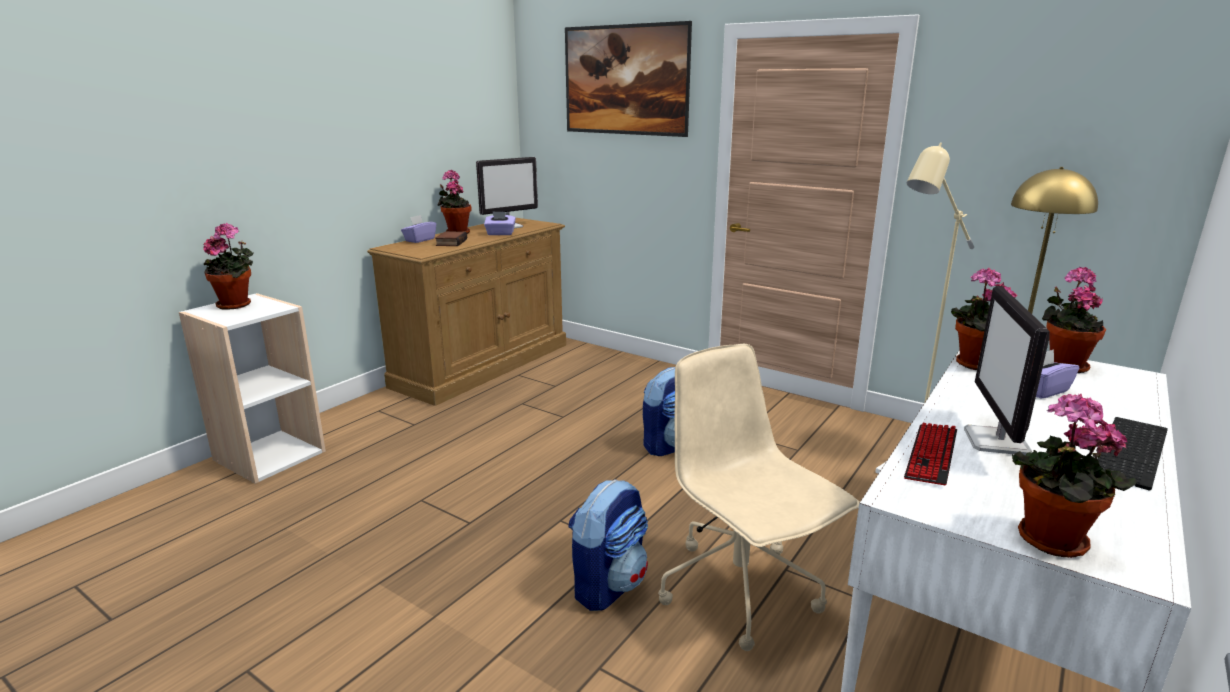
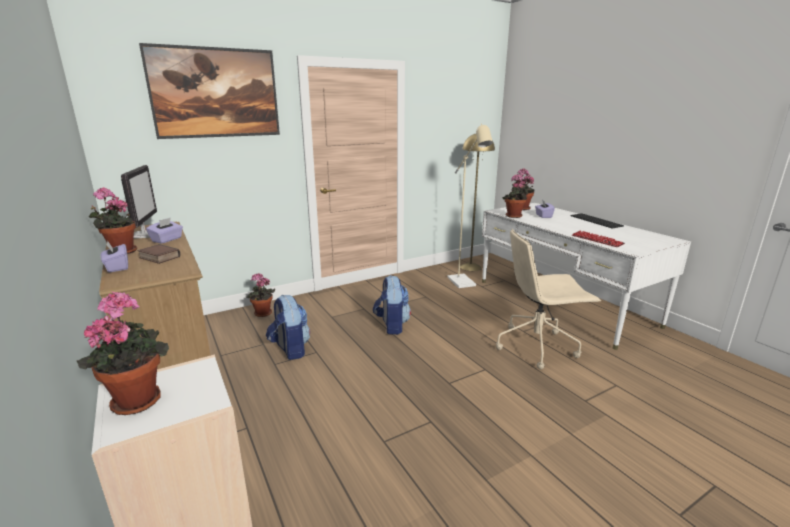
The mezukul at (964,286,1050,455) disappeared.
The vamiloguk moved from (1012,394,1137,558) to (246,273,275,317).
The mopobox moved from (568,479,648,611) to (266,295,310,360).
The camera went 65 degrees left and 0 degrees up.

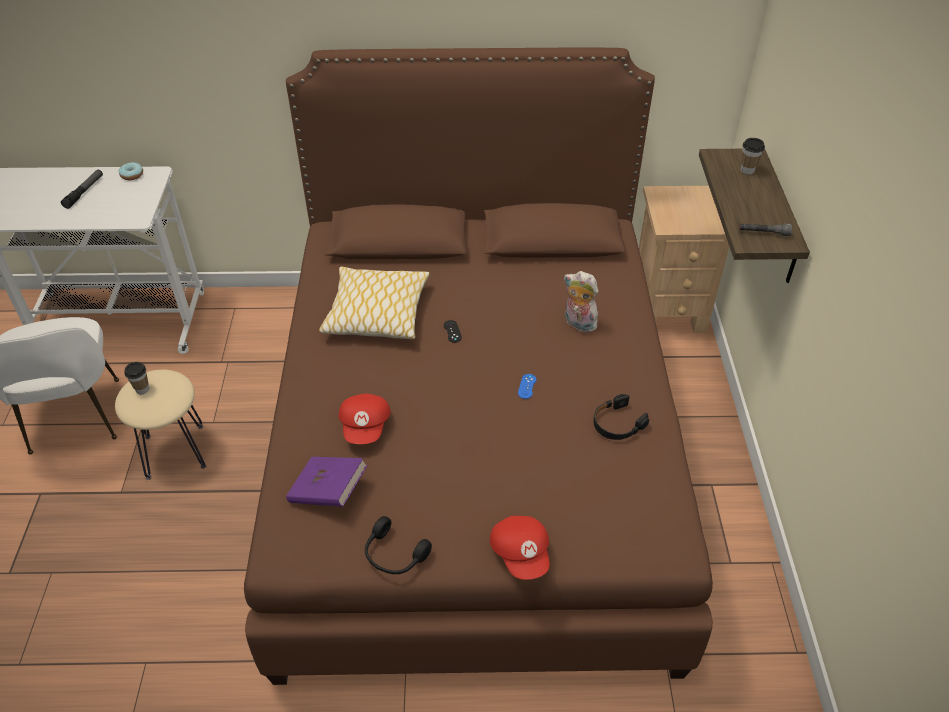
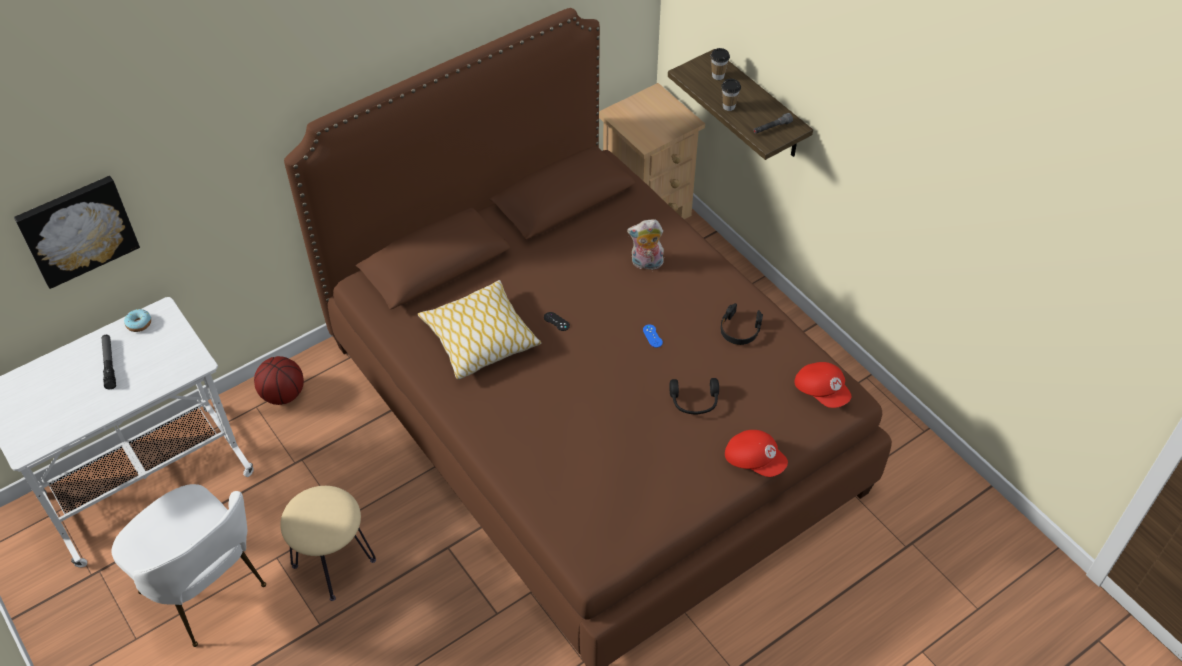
The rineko moved from (124,362,149,394) to (721,79,741,111).
The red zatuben moved from (338,394,391,444) to (794,362,852,408).
The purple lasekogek at (286,457,368,507) disappeared.
The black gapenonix moved from (365,516,432,574) to (669,378,719,415).
The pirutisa at (14,176,140,289) appeared.
The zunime at (254,356,304,405) appeared.
The camera went 35 degrees left and 5 degrees up.

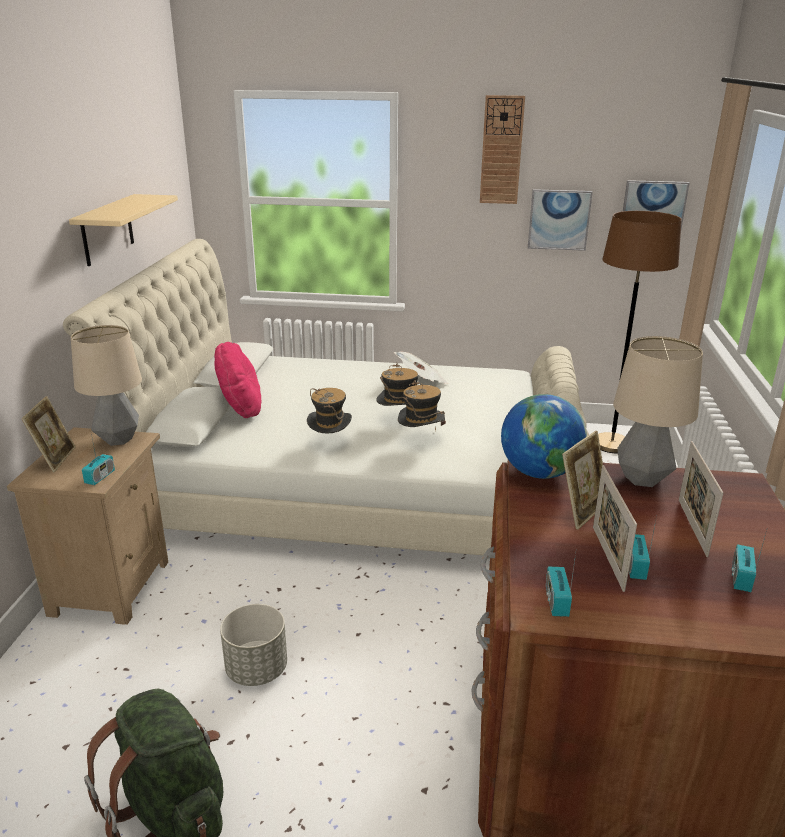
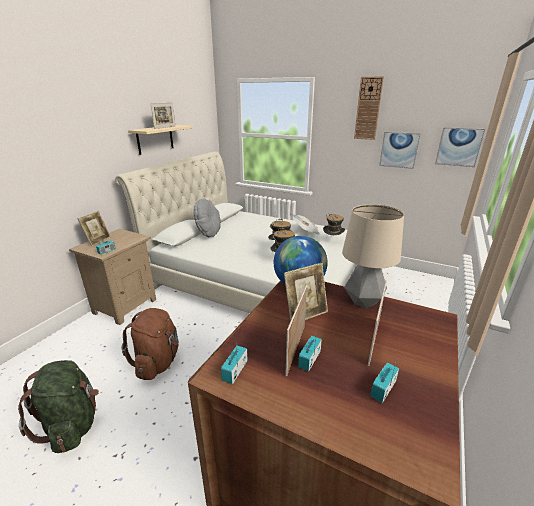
The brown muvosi at (598,211,682,453) disappeared.
The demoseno at (71,325,142,446) disappeared.
The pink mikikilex at (214,342,261,418) became the grey mikikilex at (194,199,221,237).
The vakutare moved from (307,388,352,433) to (323,213,345,235).
The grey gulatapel at (220,604,287,686) was replaced by the brown mopobox at (121,308,179,380).
The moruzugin at (150,102,175,129) appeared.
The camera went 20 degrees right and 0 degrees up.

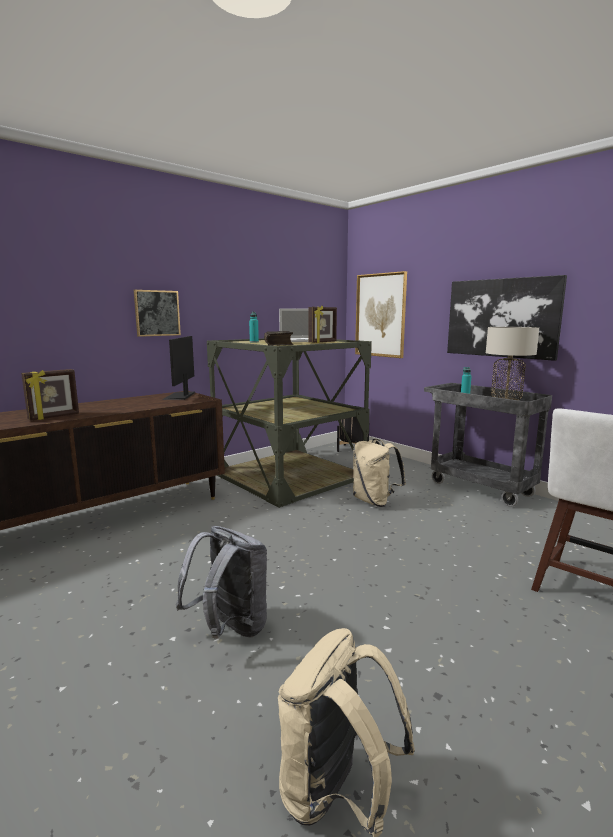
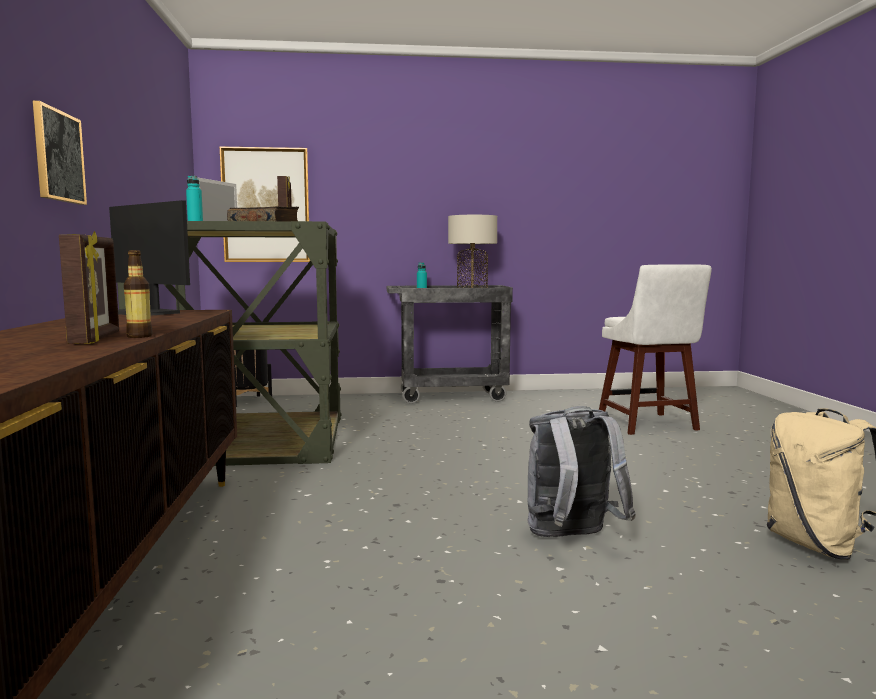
The pirutisa at (447,275,567,361) disappeared.
The beige mopobox at (353,439,406,507) disappeared.
The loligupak at (124,250,153,338) appeared.
The camera went 55 degrees left and 5 degrees down.

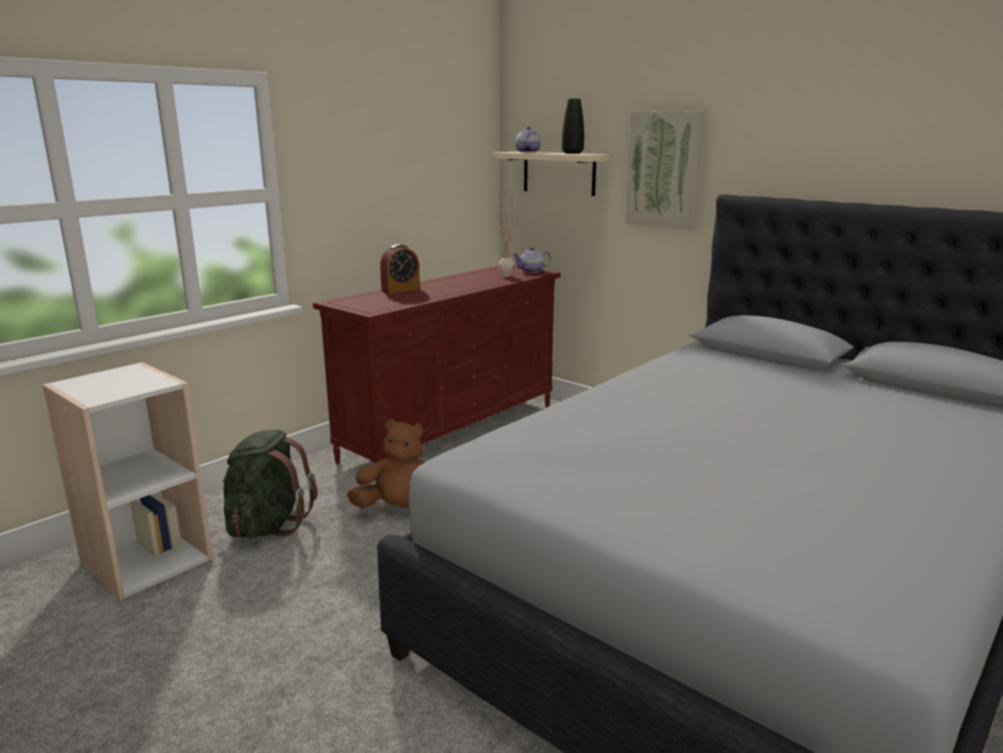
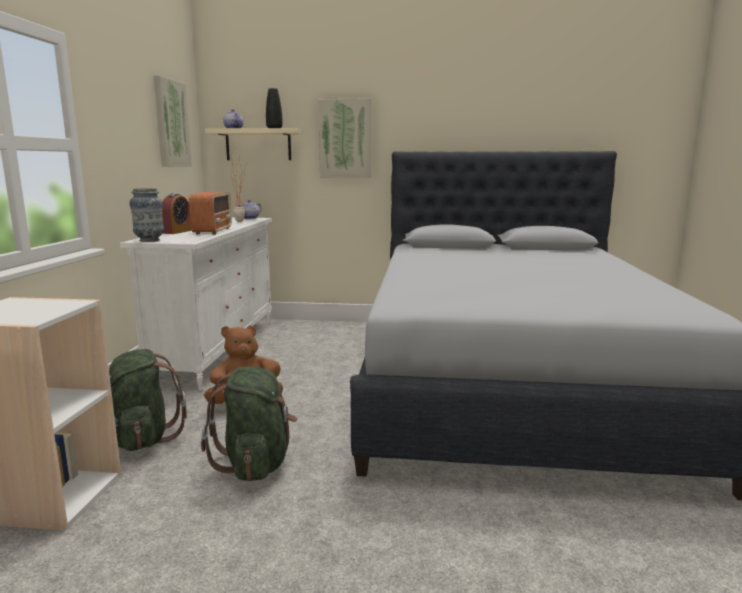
The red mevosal at (313,265,561,482) became the white mevosal at (120,217,272,391).
The pirutisa at (154,75,192,167) appeared.
The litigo at (129,188,164,242) appeared.
The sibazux at (189,192,232,234) appeared.
The green mopobox at (201,366,297,481) appeared.
The camera went 35 degrees left and 5 degrees down.

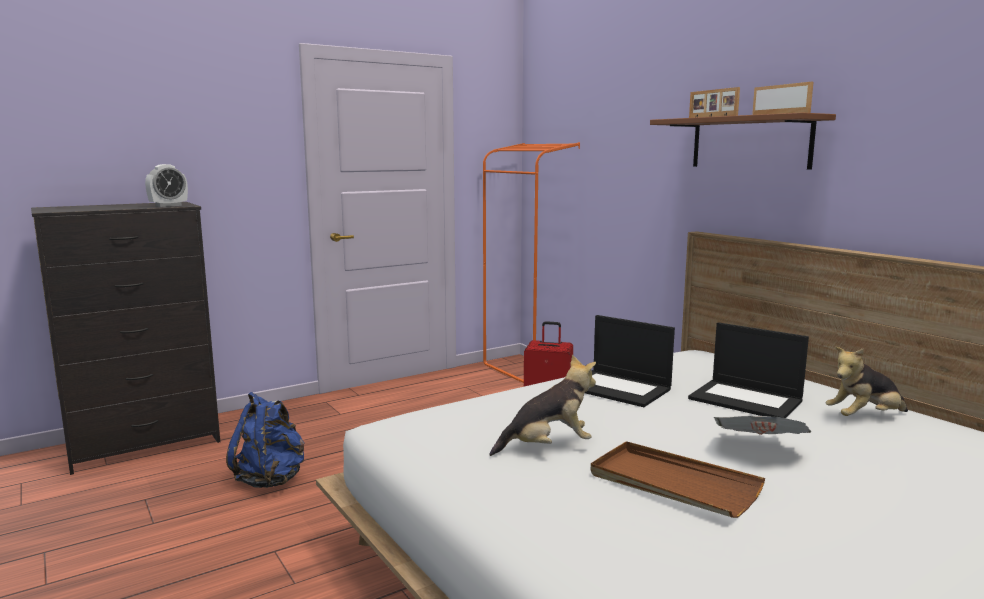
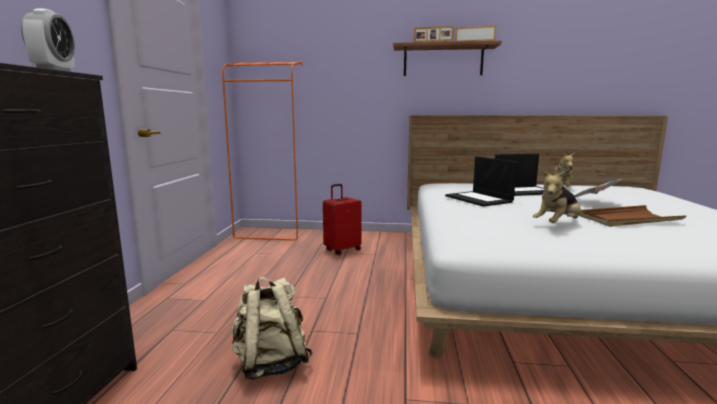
The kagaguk at (585,315,675,407) turned 75 degrees clockwise.
The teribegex at (490,355,596,456) turned 150 degrees counterclockwise.
The blue mopobox at (226,392,305,488) became the beige mopobox at (232,277,313,380).
The camera went 50 degrees left and 0 degrees up.

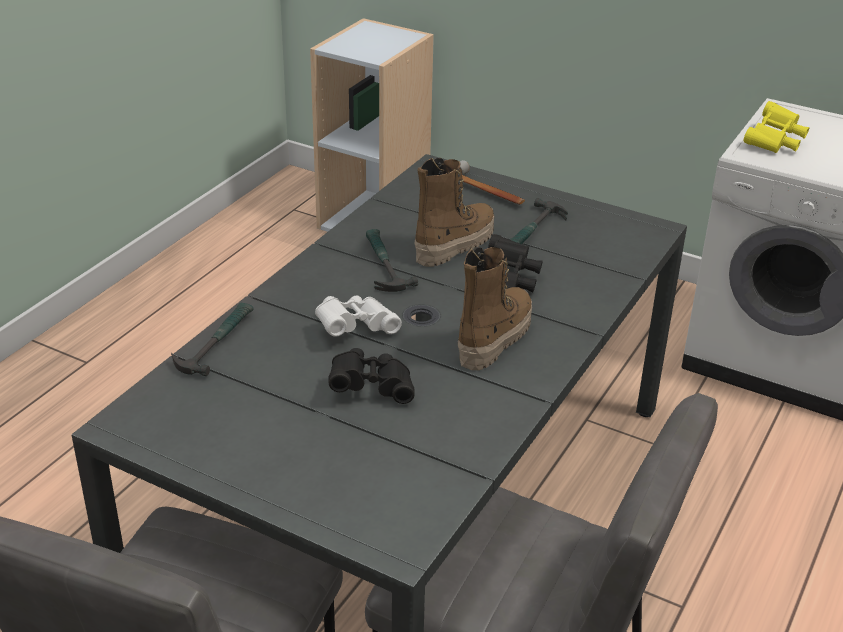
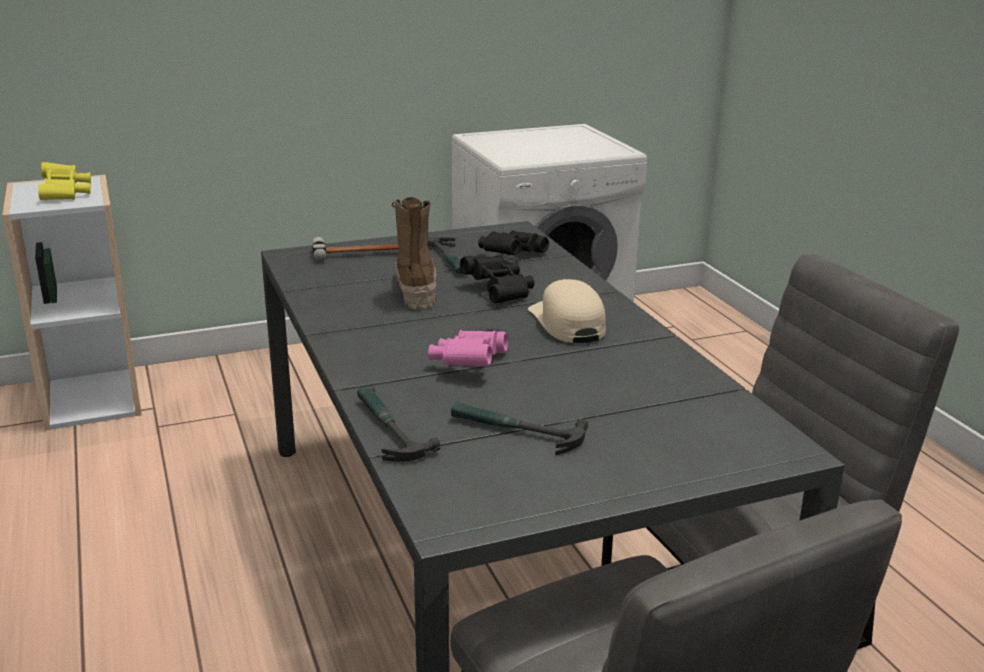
The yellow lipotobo moved from (743,101,809,153) to (38,162,91,200).
The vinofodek moved from (366,229,418,292) to (451,401,588,455).
The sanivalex at (458,247,532,370) was replaced by the beige zatuben at (528,279,606,343).
The white lipotobo at (315,295,402,337) became the pink lipotobo at (428,330,508,367).
The black lipotobo moved from (328,348,415,404) to (478,231,549,255).
The camera went 50 degrees left and 10 degrees down.

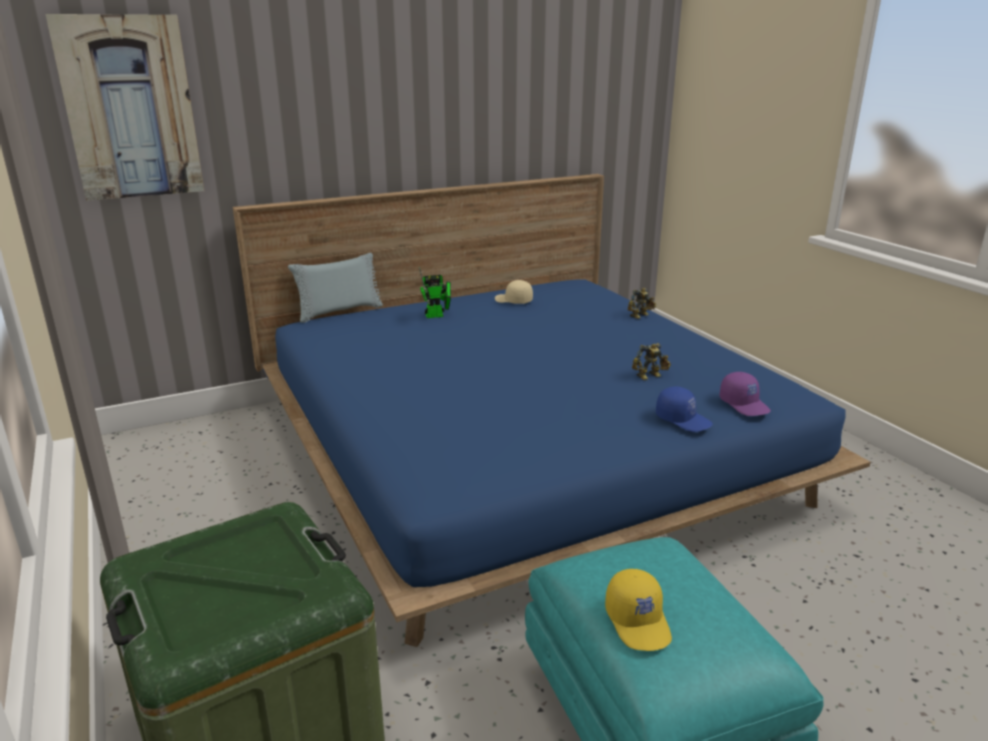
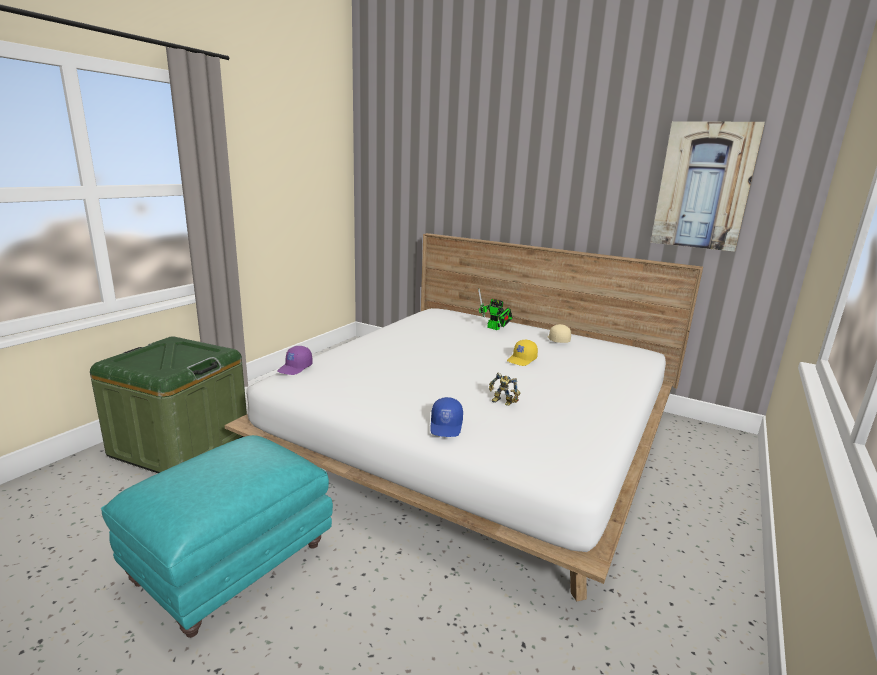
The pirutisa moved from (45,14,204,201) to (651,121,765,252).
The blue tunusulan at (233,174,871,647) became the white tunusulan at (225,233,703,601).
The blue mikikilex at (288,253,383,323) disappeared.
The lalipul at (627,288,656,319) disappeared.
The purple zatuben moved from (720,372,771,416) to (277,346,313,375).
The yellow zatuben moved from (605,569,672,651) to (507,340,538,366).
The camera went 55 degrees right and 5 degrees down.

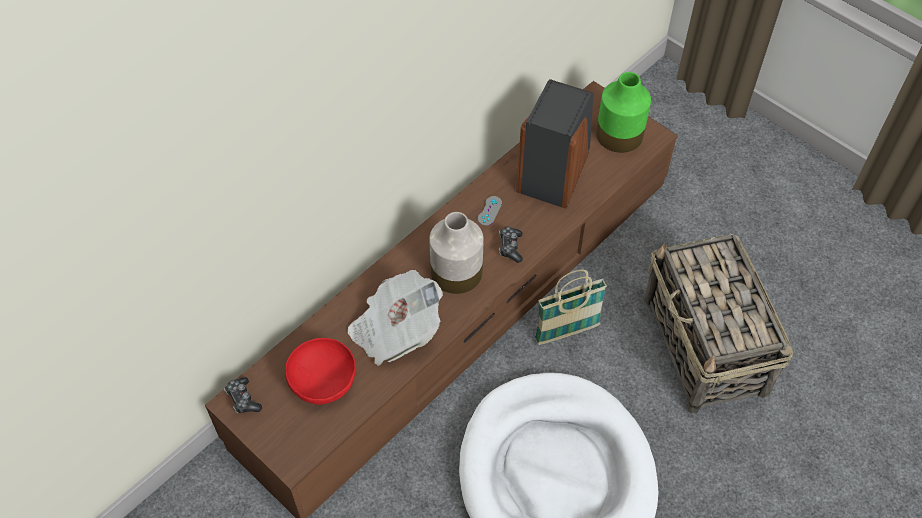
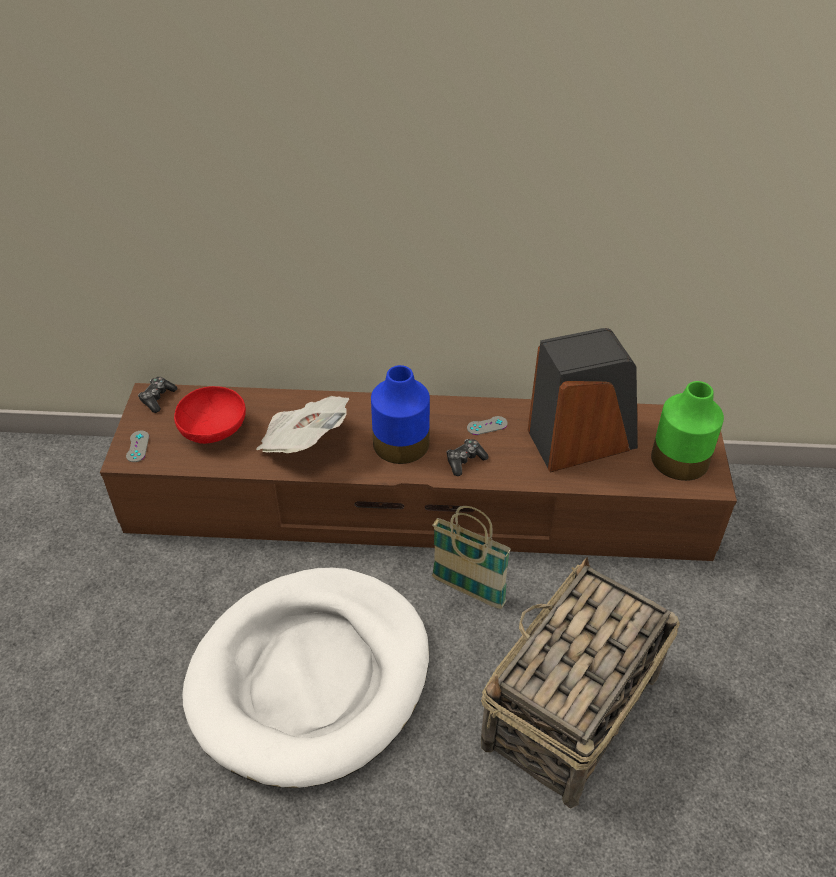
The beige litigo at (429,212,484,294) became the blue litigo at (371,365,430,464).
The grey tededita at (126,431,149,462) appeared.
The camera went 50 degrees right and 10 degrees down.

